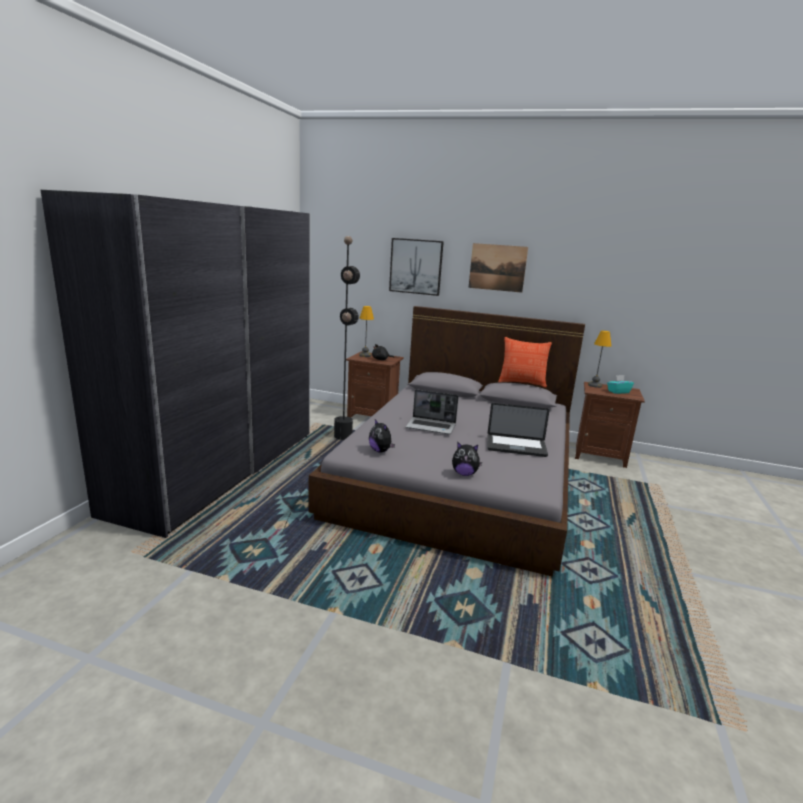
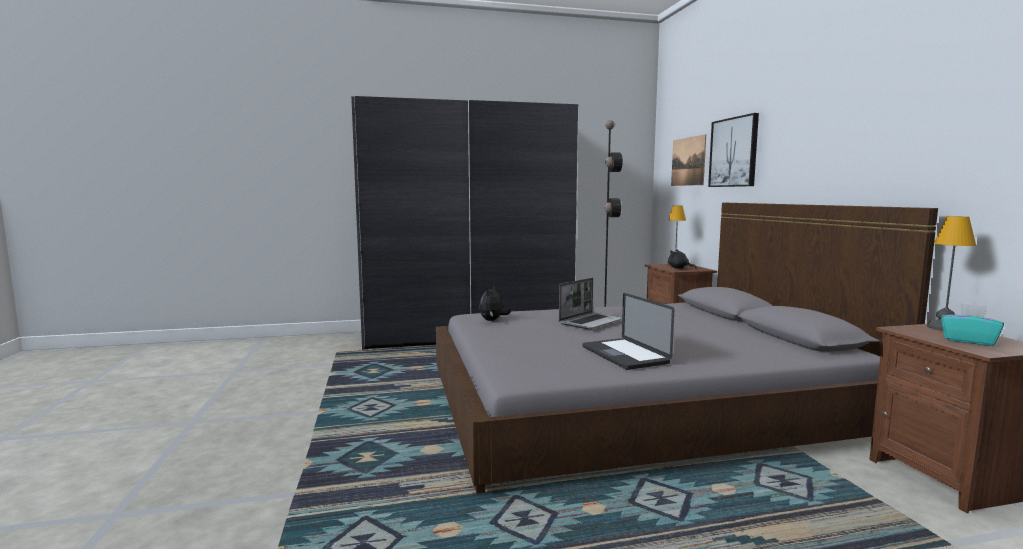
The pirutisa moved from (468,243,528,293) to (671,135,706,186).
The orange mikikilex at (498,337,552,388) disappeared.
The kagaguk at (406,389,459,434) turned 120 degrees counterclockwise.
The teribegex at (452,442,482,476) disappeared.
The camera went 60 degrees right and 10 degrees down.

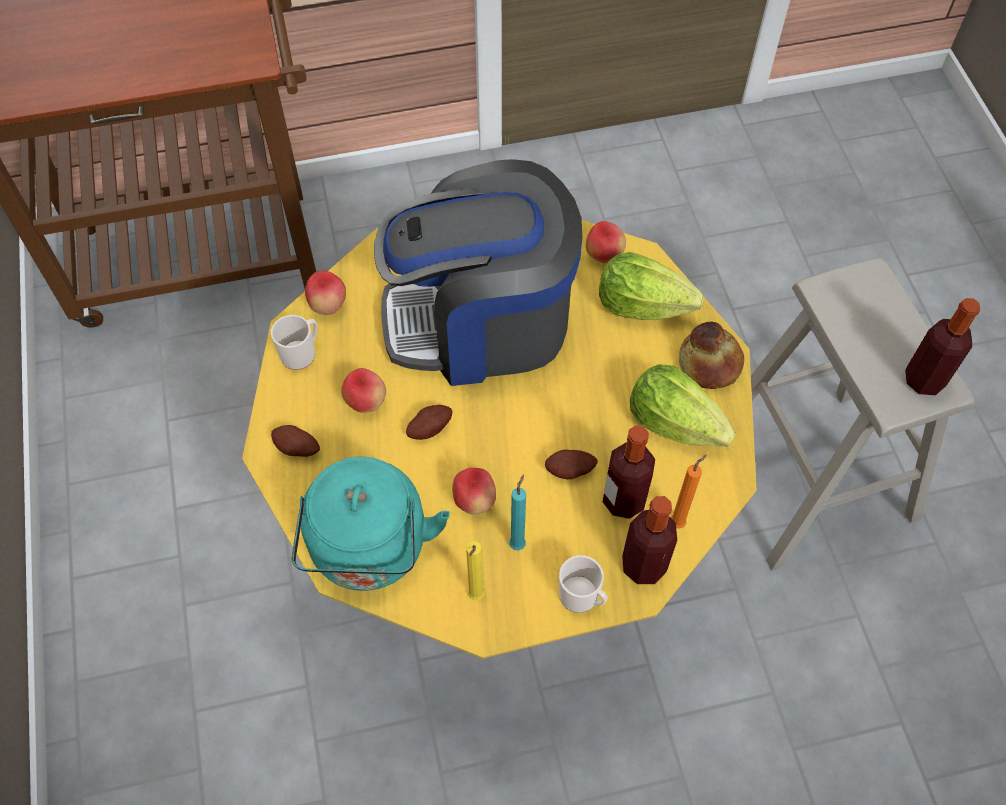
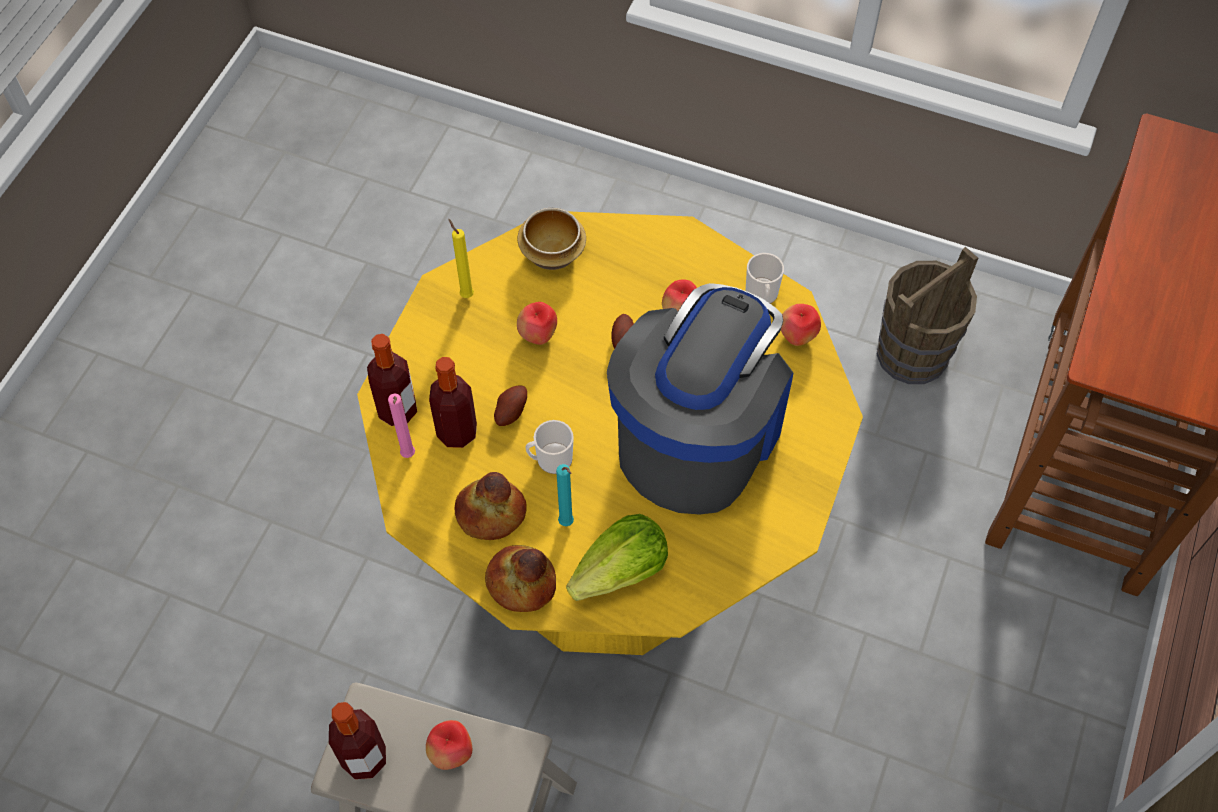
The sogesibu moved from (586,221,626,263) to (426,720,472,770).
The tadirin at (630,364,736,447) was replaced by the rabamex at (455,472,527,540).
The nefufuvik at (271,425,320,457) disappeared.
The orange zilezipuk at (671,455,707,529) became the pink zilezipuk at (388,393,415,458).
The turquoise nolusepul at (292,457,450,591) was replaced by the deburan at (518,208,586,270).
The turquoise zilezipuk moved from (509,474,526,551) to (556,464,574,526).
The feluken moved from (559,555,608,613) to (525,420,574,474).
The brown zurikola at (876,247,978,384) appeared.
The camera went 125 degrees right and 0 degrees up.

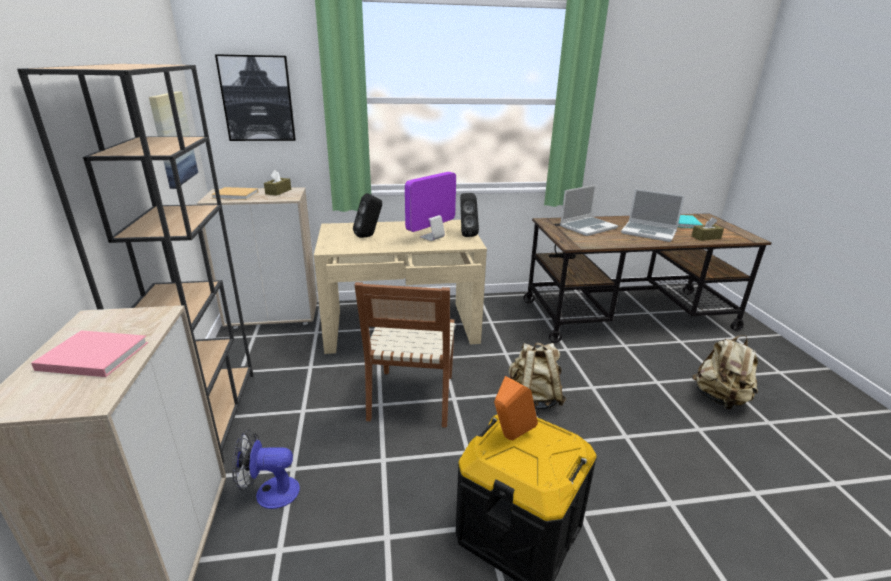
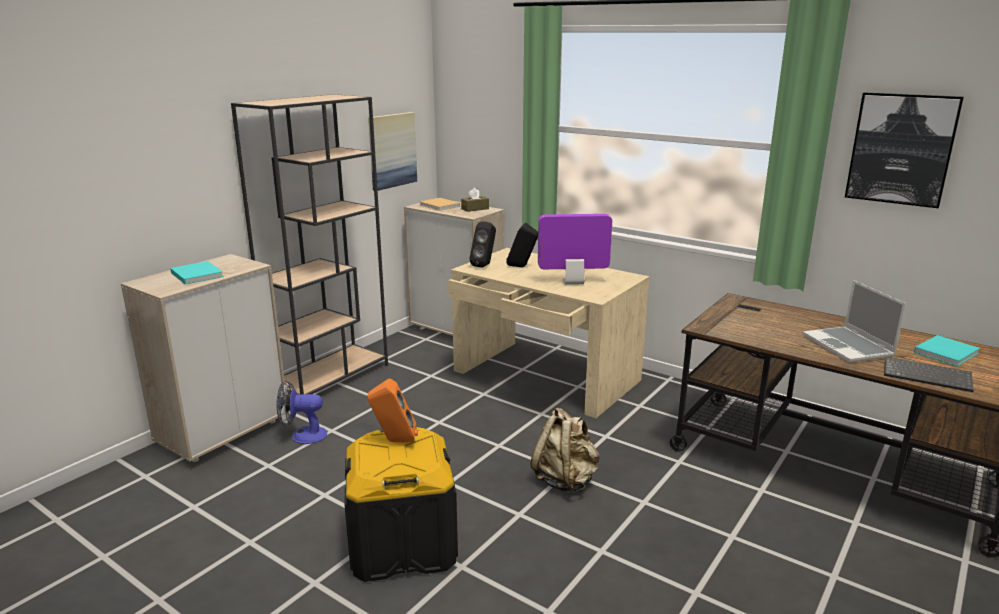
The pirutisa moved from (215,54,296,141) to (845,92,964,208).
The kagaguk at (560,184,618,236) disappeared.
The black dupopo moved from (460,193,479,237) to (469,221,496,268).
The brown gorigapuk at (691,217,724,241) was replaced by the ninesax at (884,357,974,392).
The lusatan at (355,282,455,428) disappeared.
The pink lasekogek at (31,330,148,377) became the turquoise lasekogek at (170,261,224,285).
The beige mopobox at (692,335,758,410) disappeared.
The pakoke at (232,430,300,509) turned 45 degrees counterclockwise.
The camera went 45 degrees right and 5 degrees down.

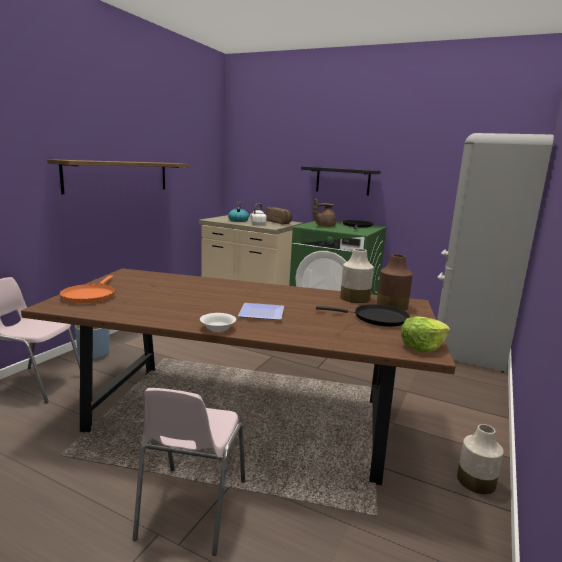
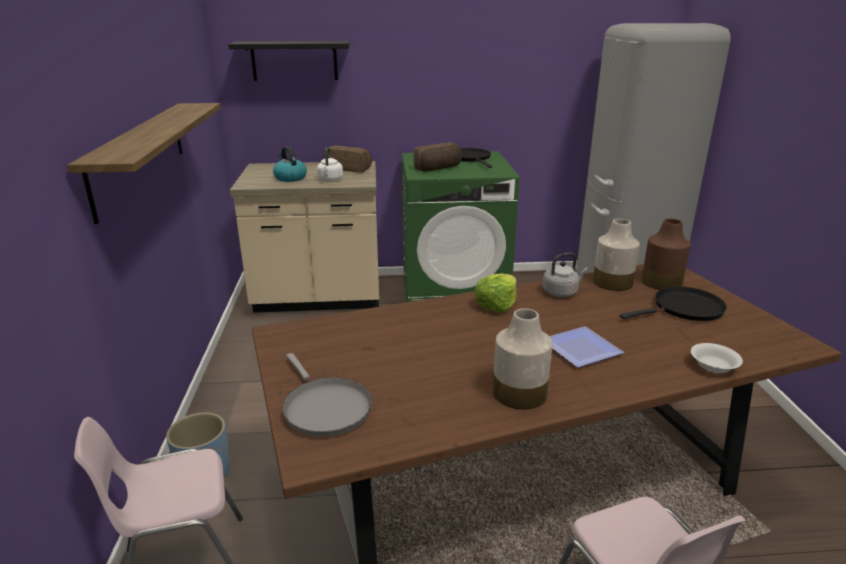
The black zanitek moved from (301,166,381,196) to (228,41,350,81).
The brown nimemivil at (313,199,336,227) was replaced by the rabamex at (414,142,462,171).
The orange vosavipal at (60,275,116,303) became the grey vosavipal at (282,353,372,437).
The white deburan moved from (200,313,236,332) to (691,343,743,373).
The tadirin moved from (401,317,450,353) to (474,274,517,312).
The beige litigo moved from (457,424,504,494) to (493,308,553,409).
The grey nolusepul at (543,252,588,297) appeared.
The camera went 30 degrees left and 10 degrees up.

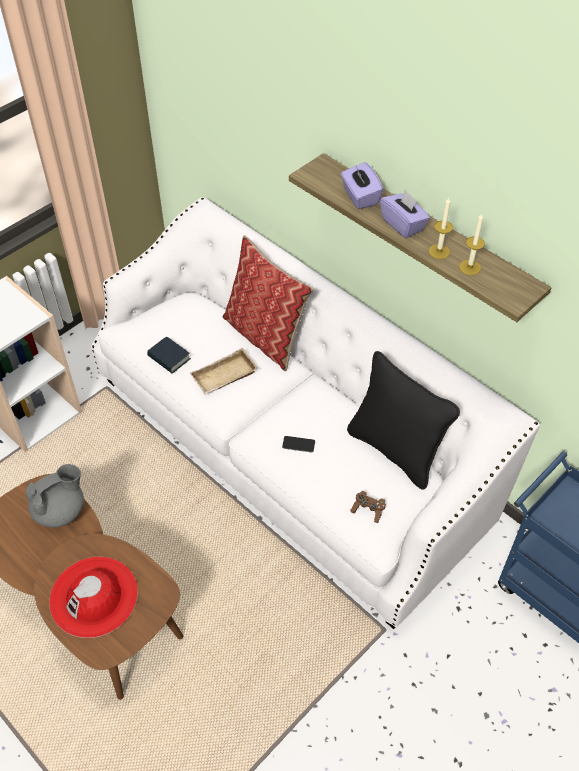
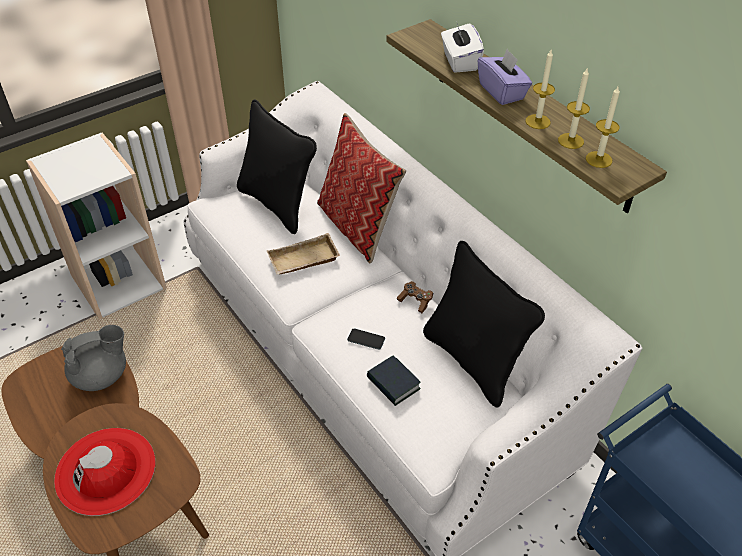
The purple gorigapuk at (341,162,383,209) became the white gorigapuk at (441,21,484,73).
The lasekogek moved from (147,336,191,374) to (367,356,421,406).
The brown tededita moved from (350,491,386,523) to (397,281,433,313).
The zilezipuk at (586,87,620,168) appeared.
The black mikikilex at (237,100,317,234) appeared.
The camera went 10 degrees right and 5 degrees down.

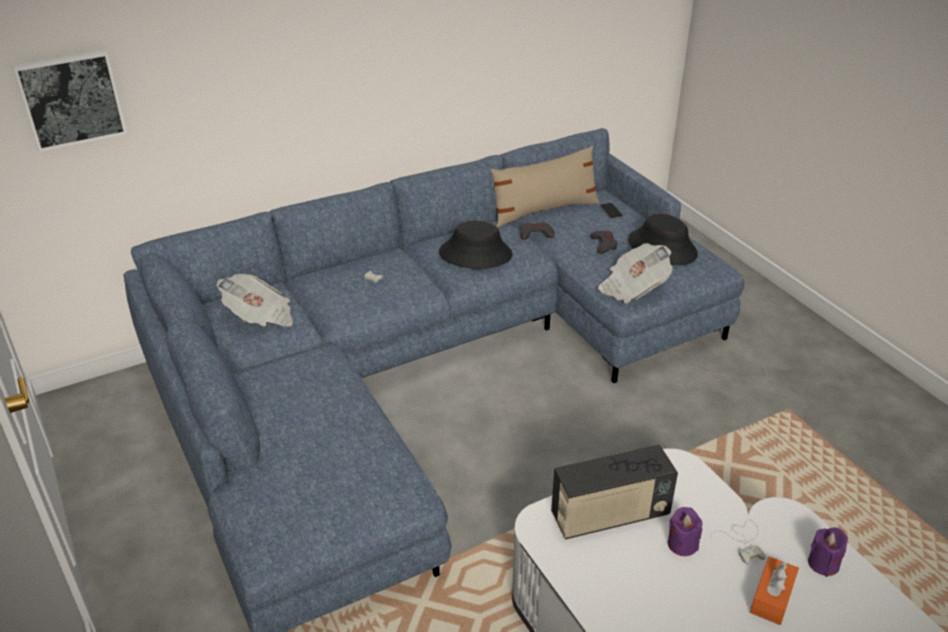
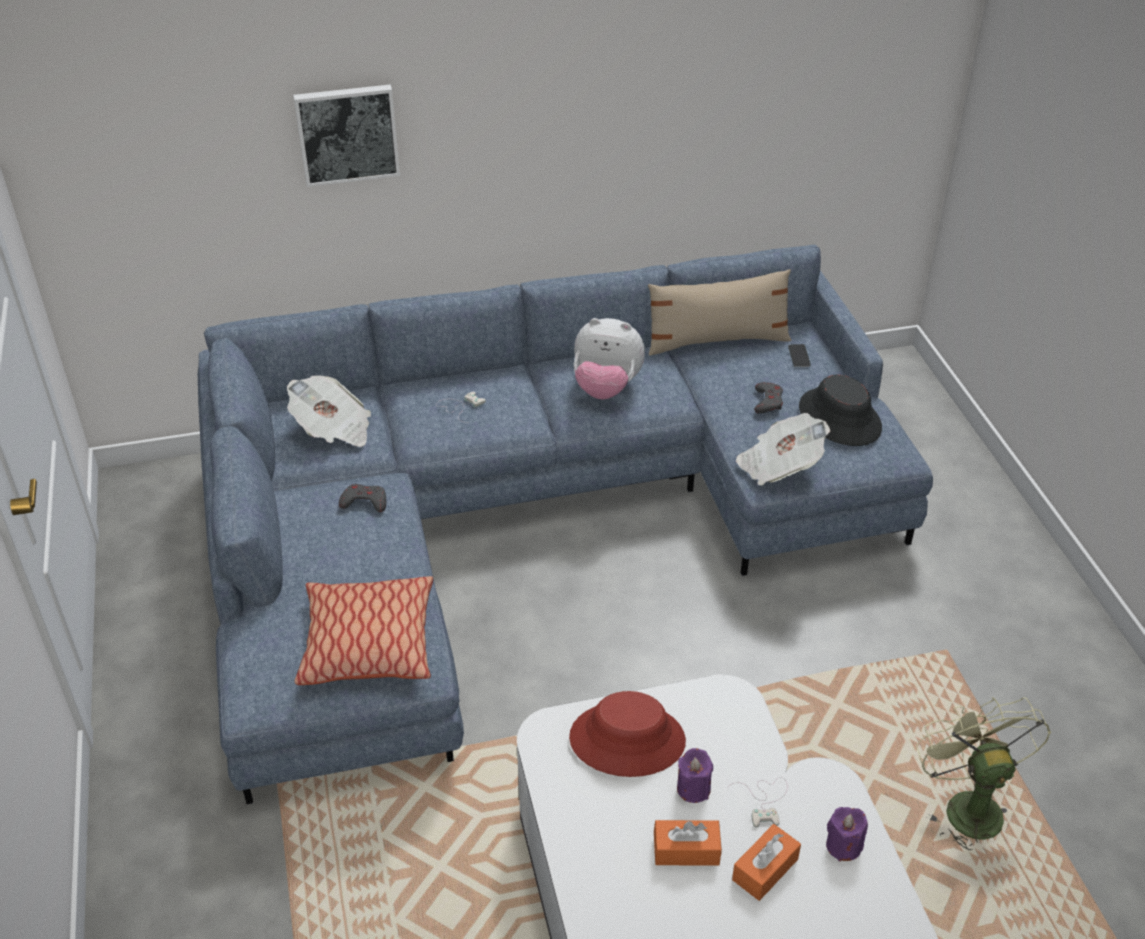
The pirutisa moved from (12,49,127,152) to (293,85,400,187).
The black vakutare at (439,221,513,269) was replaced by the teribegex at (574,318,645,399).
The grey tededita moved from (520,222,555,240) to (339,484,386,512).
The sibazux at (551,445,678,539) was replaced by the red vakutare at (569,691,686,777).
The mikikilex at (294,576,433,685) appeared.
The green pakoke at (916,697,1051,850) appeared.
The orange gorigapuk at (654,820,722,866) appeared.
The camera went 15 degrees right and 5 degrees up.

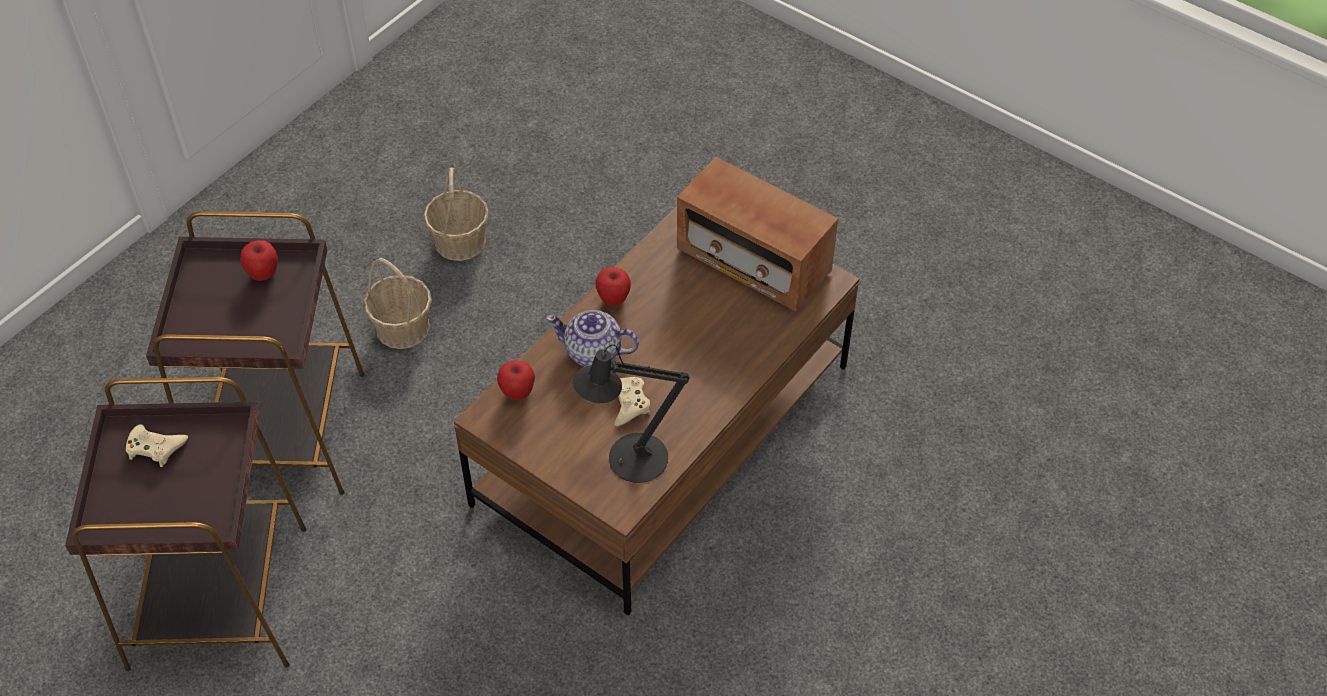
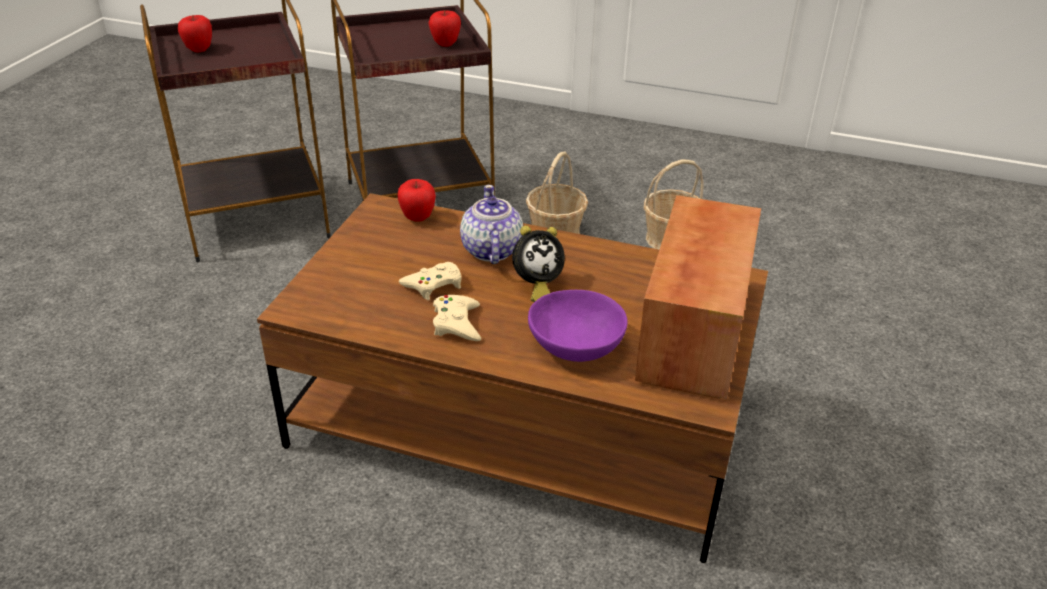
The sogesibu moved from (596,267,631,306) to (178,15,212,52).
The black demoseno at (573,344,690,483) disappeared.
The beige tededita moved from (126,424,188,467) to (433,295,481,341).
The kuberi at (512,226,565,302) appeared.
The purple deburan at (528,290,628,362) appeared.
The camera went 70 degrees right and 15 degrees down.

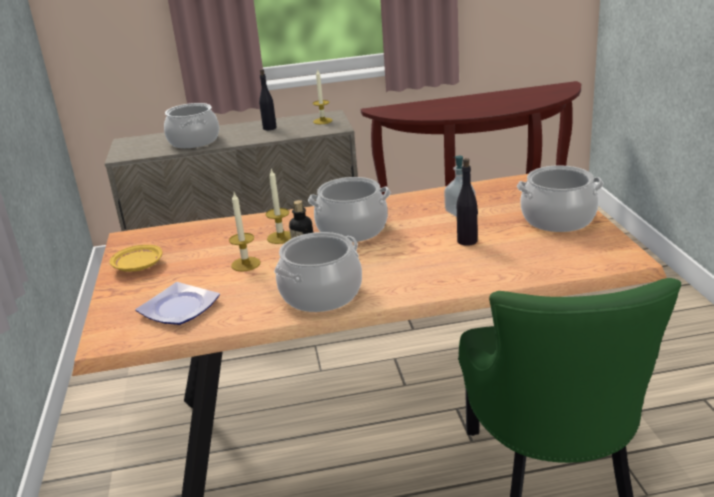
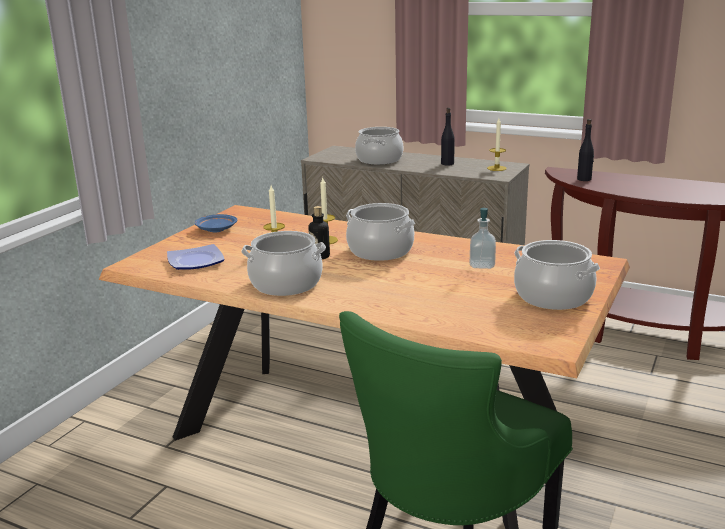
The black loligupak moved from (457,158,478,246) to (577,119,594,181).
The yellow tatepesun at (110,245,162,272) became the blue tatepesun at (195,214,237,232).
The camera went 35 degrees right and 5 degrees down.

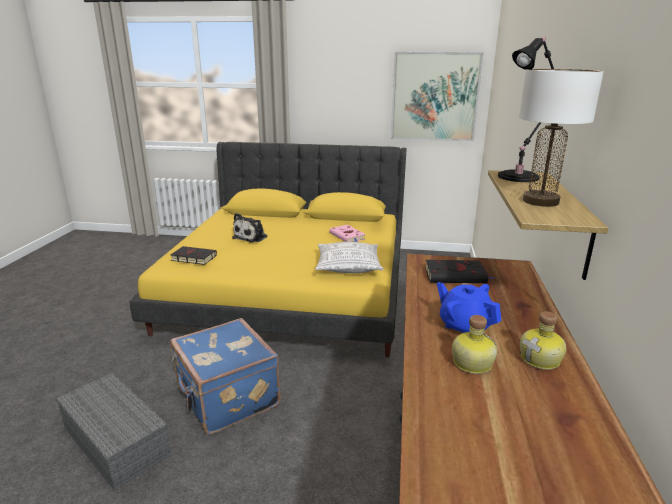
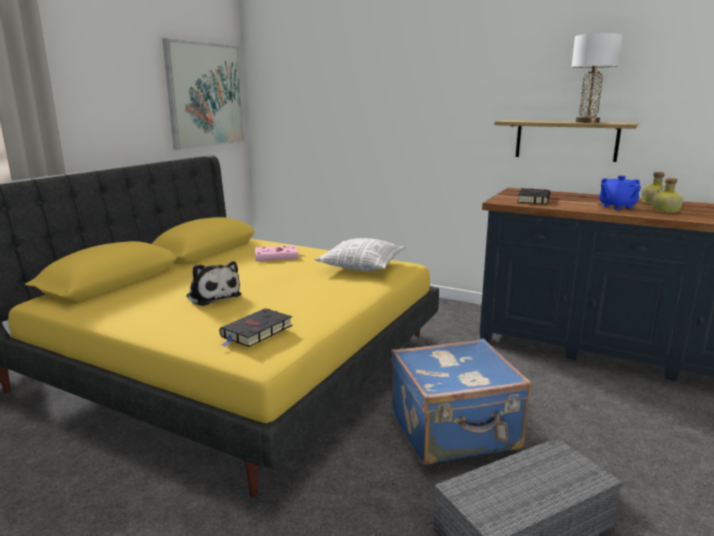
The black demoseno at (498,37,554,182) disappeared.
The camera went 70 degrees left and 5 degrees down.

